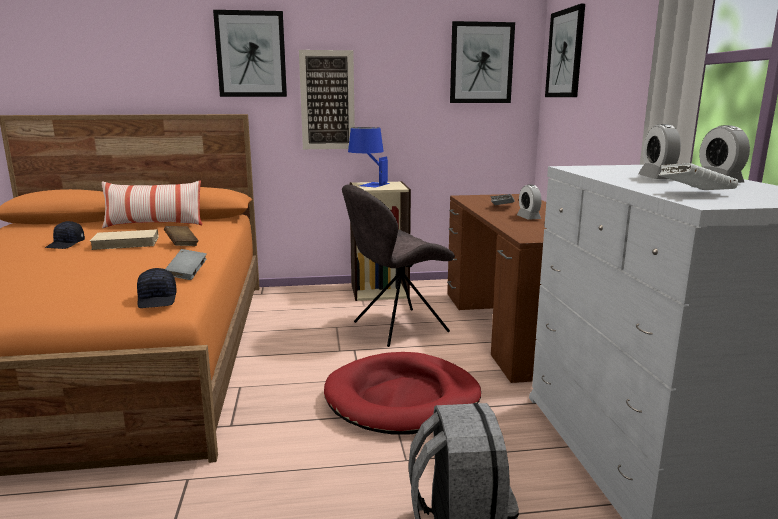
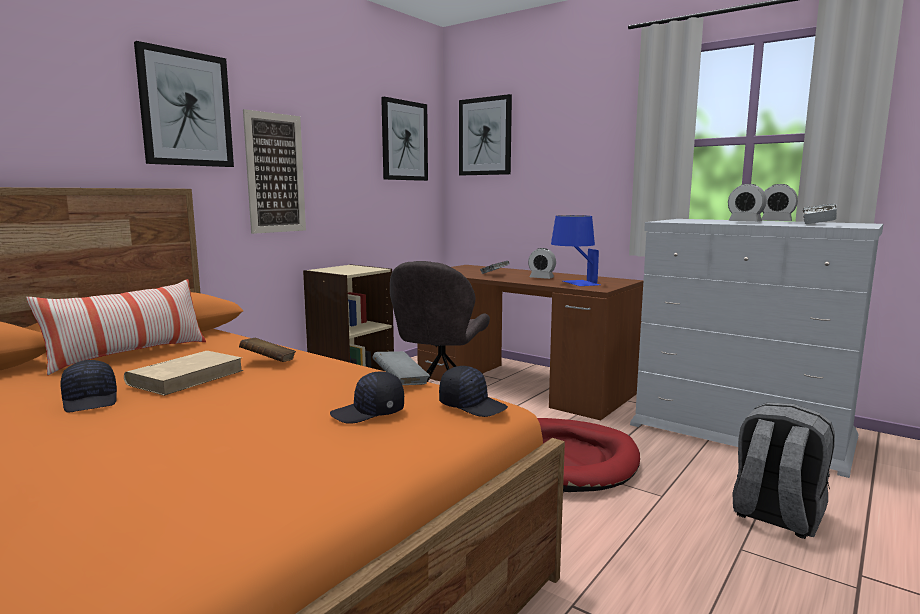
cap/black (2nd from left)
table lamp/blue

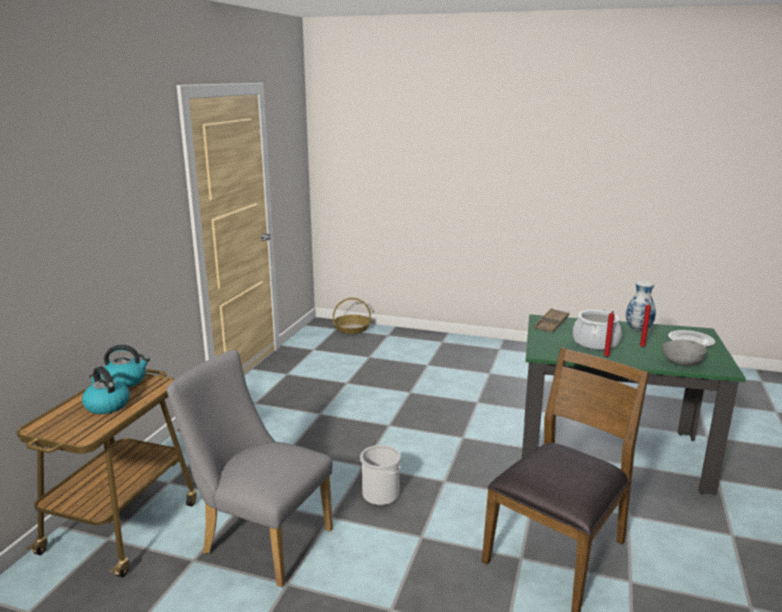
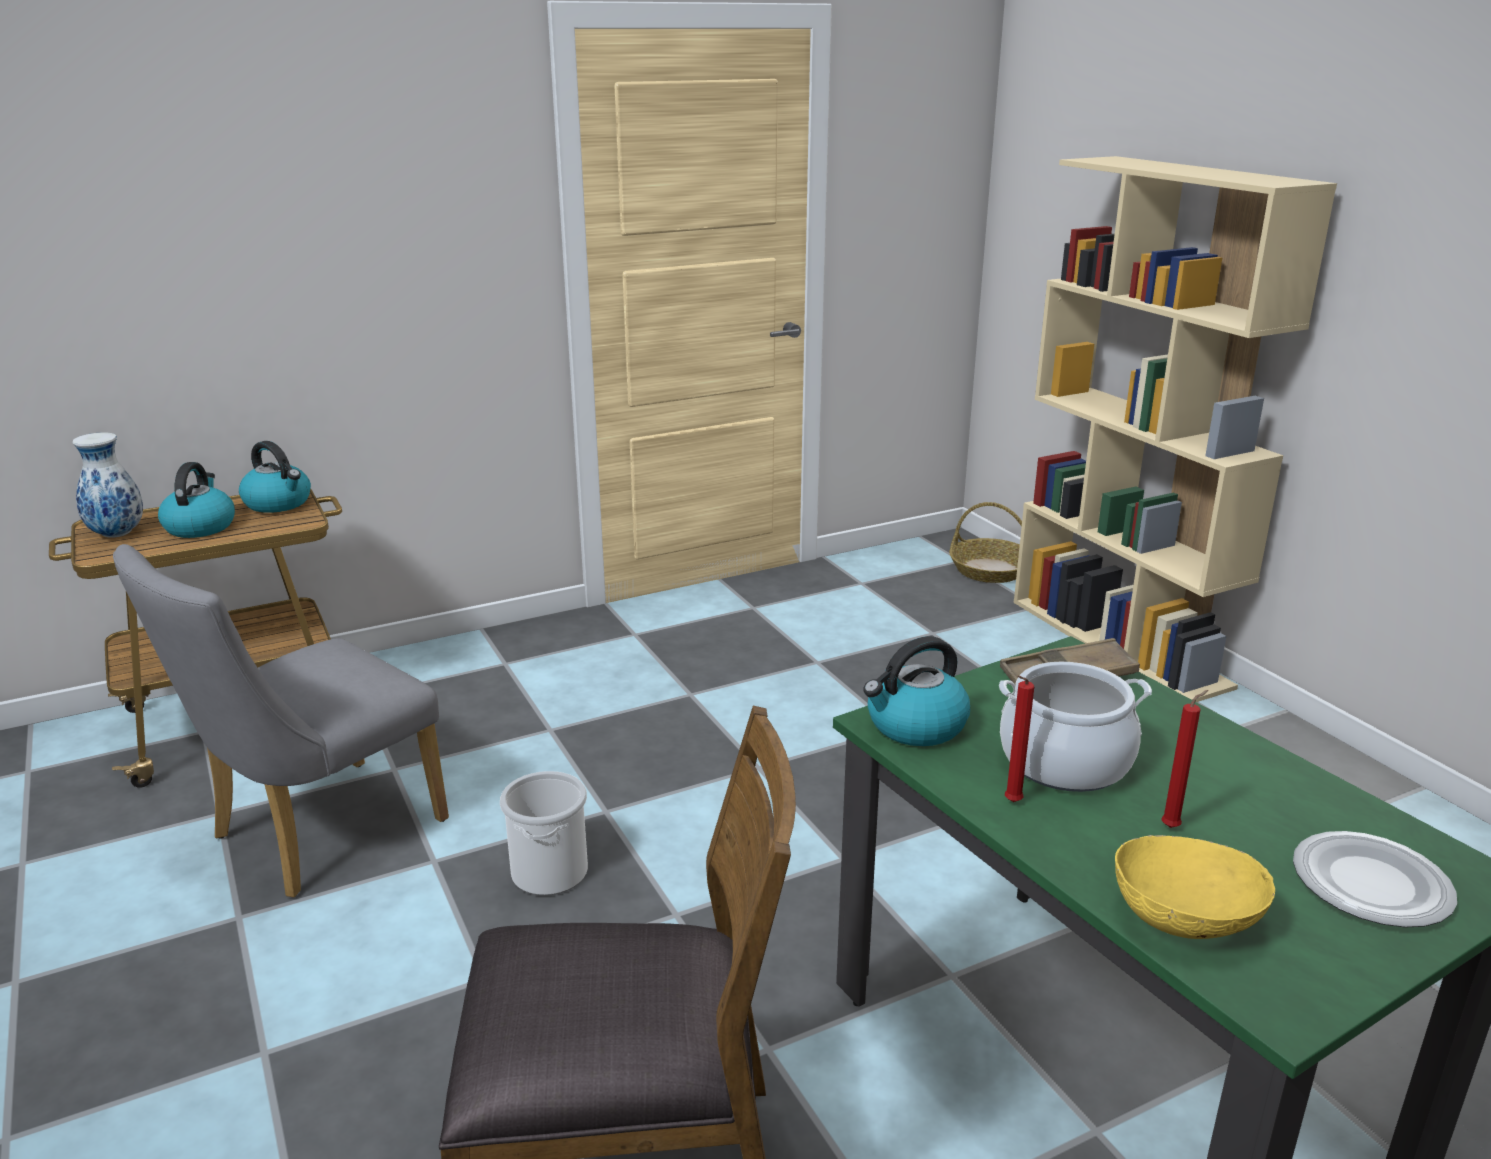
kettle (3rd from left)
bookcase/beige
vase
bowl/yellow
chair/grey

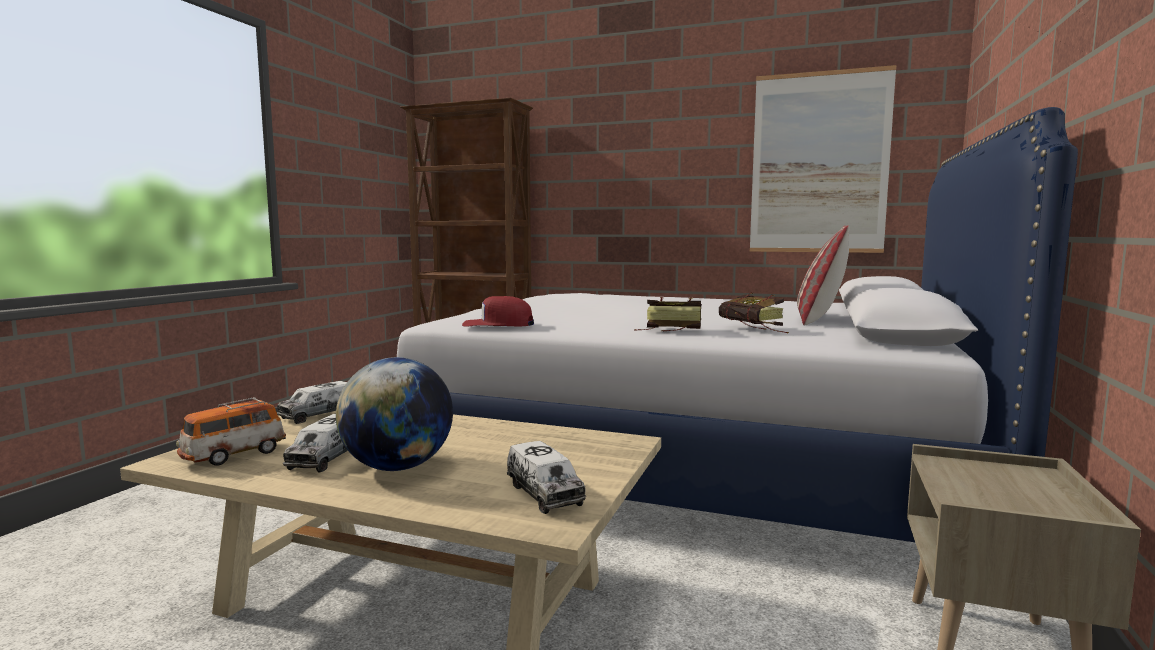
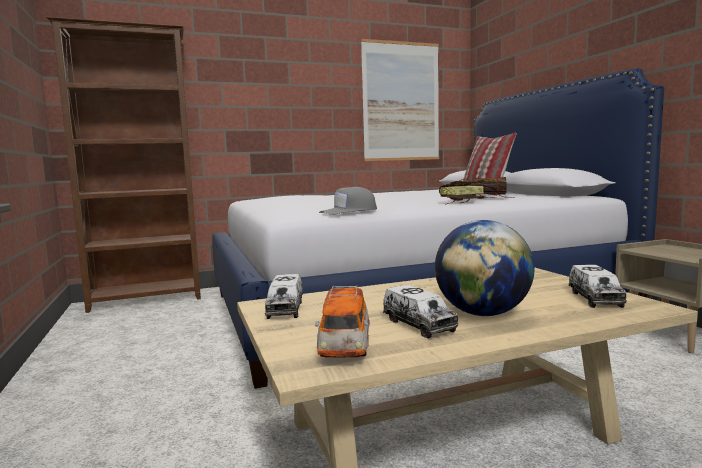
cap/grey
toy truck (3rd from left)

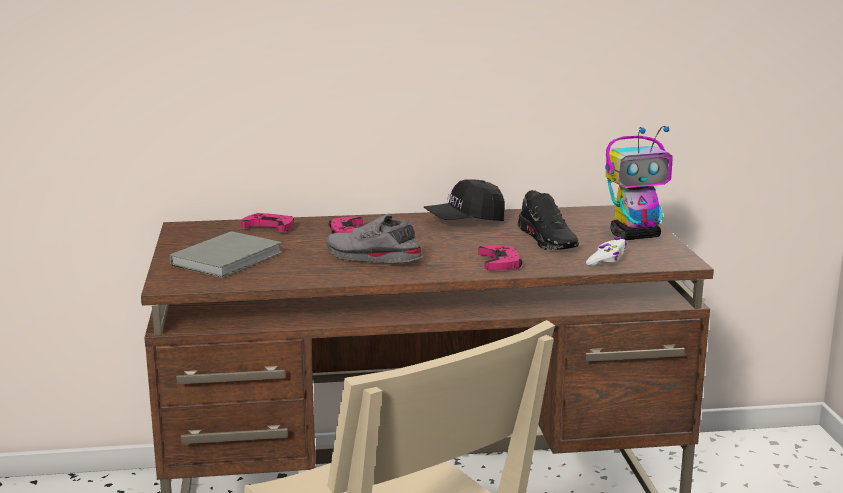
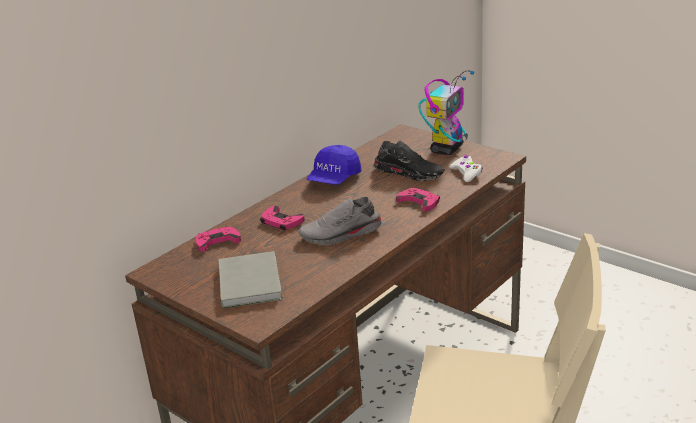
cap/blue

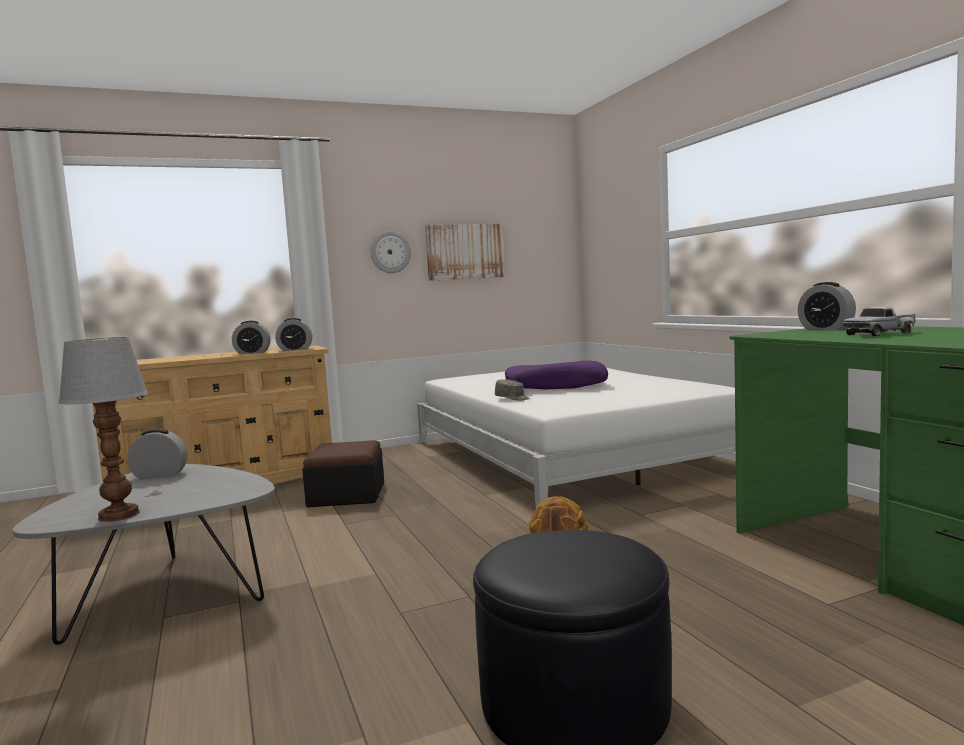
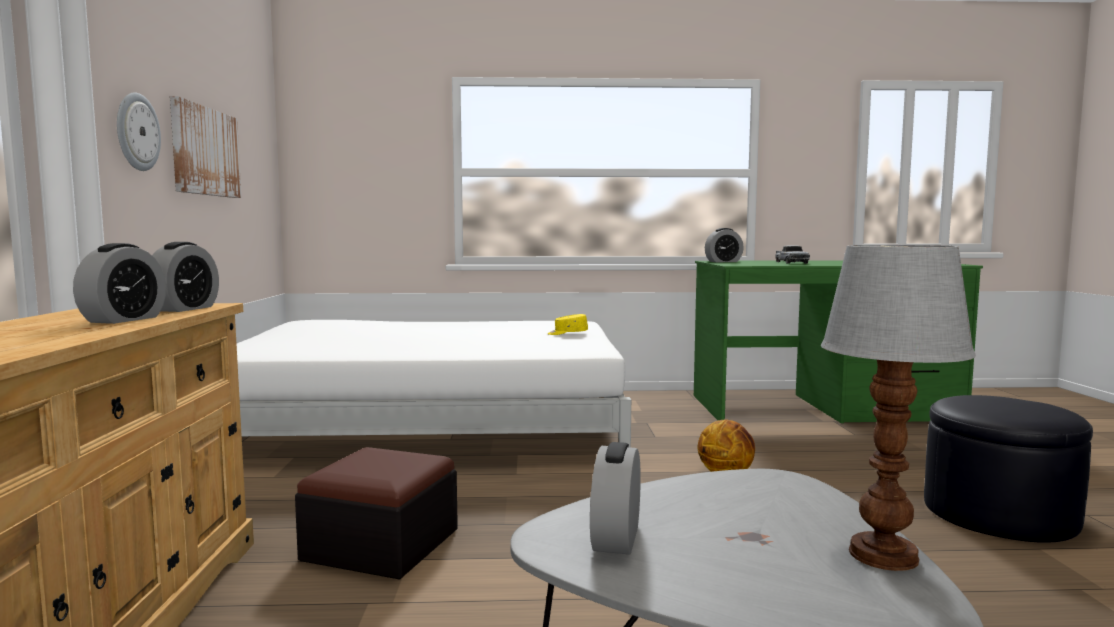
cap/grey
pillow/purple
cap/yellow

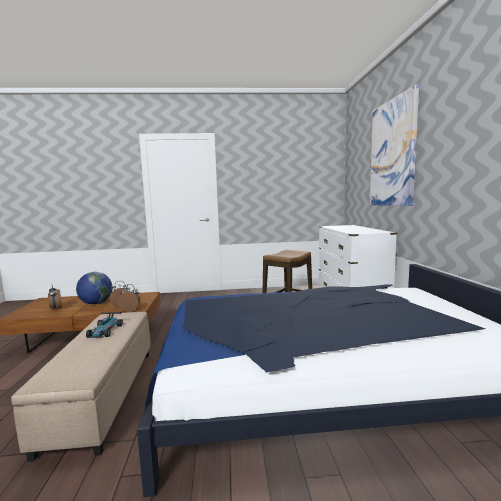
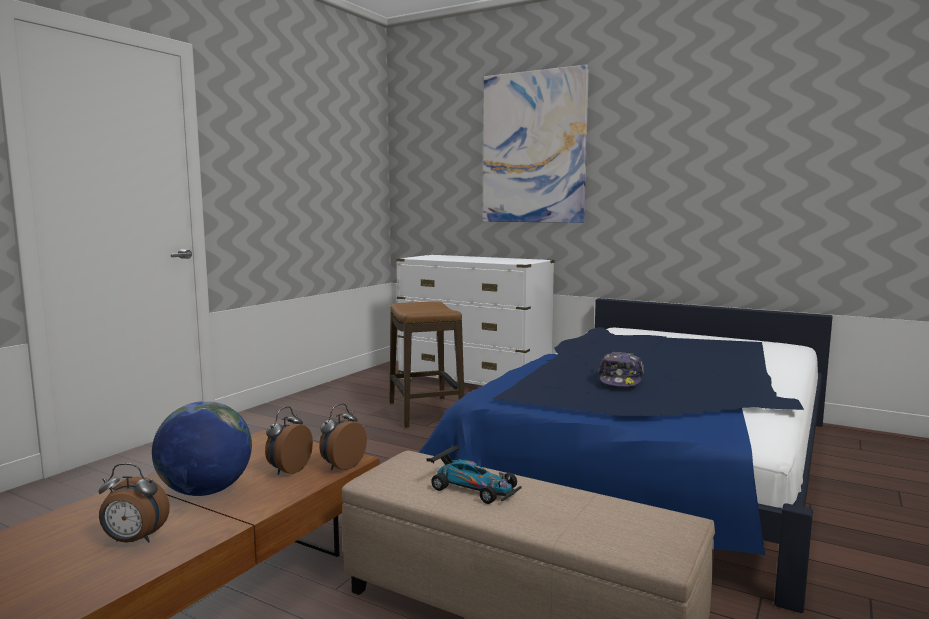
cap

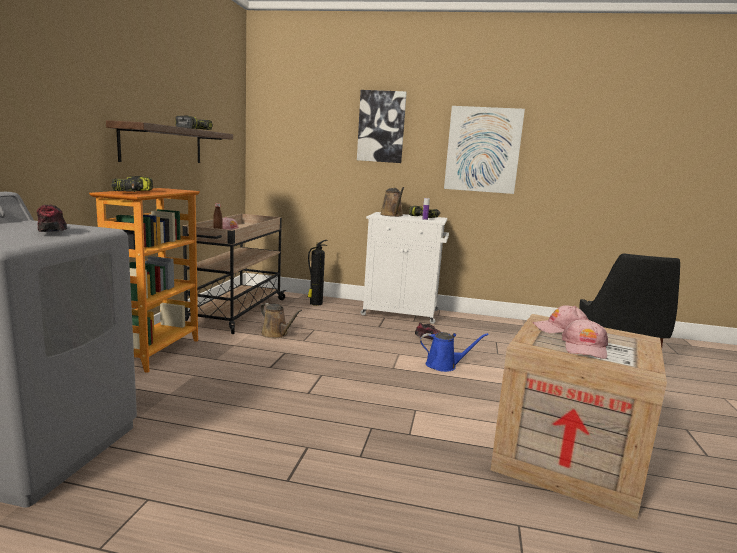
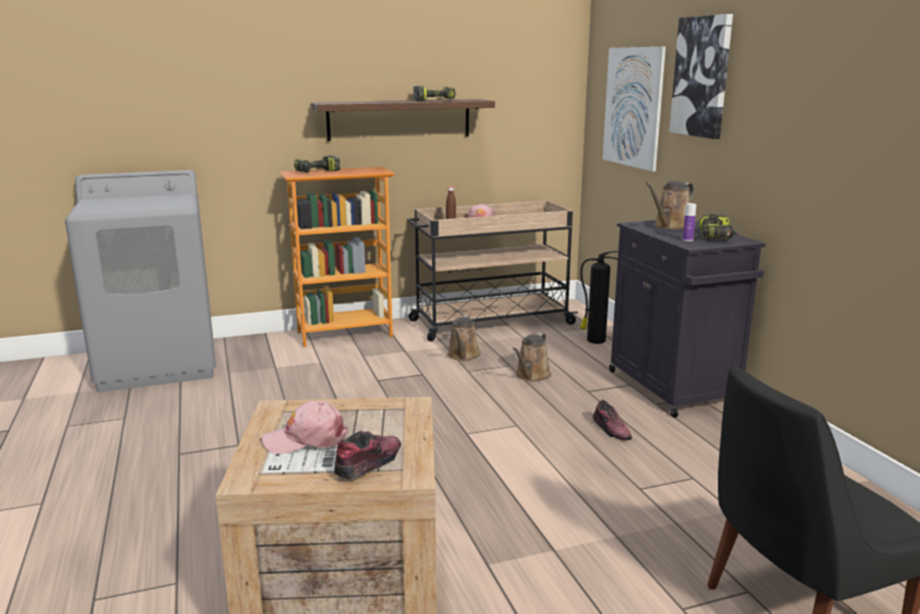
watering can/blue
cap/pink (2nd from left in the first image)
watering can/brown (2nd from left)
shoe (1st from left)
picture (1st from left)
cabinet/black

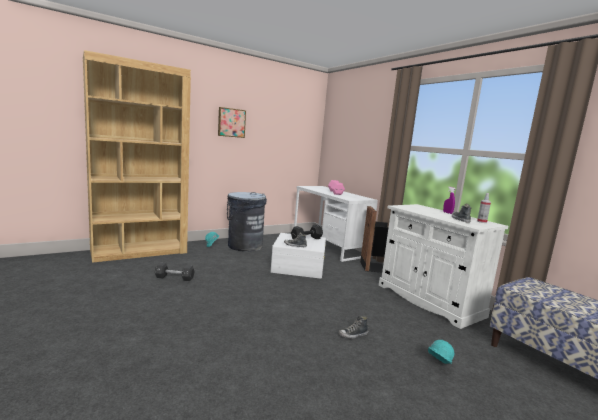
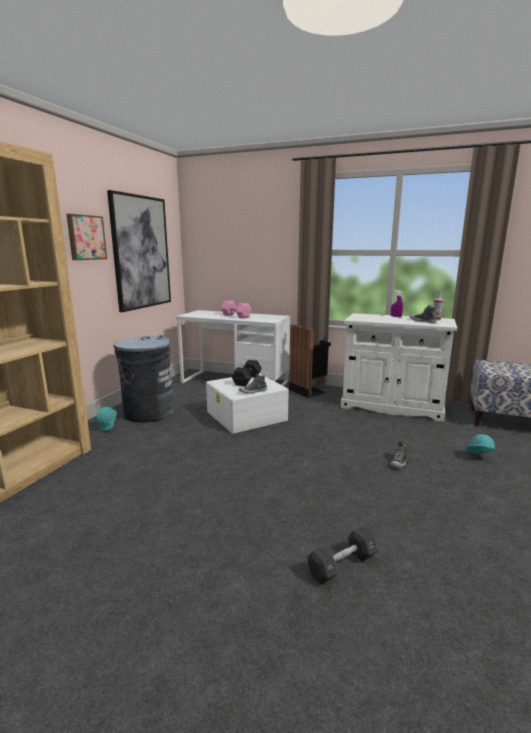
picture (2nd from left)
dumbbell/black (2nd from left)

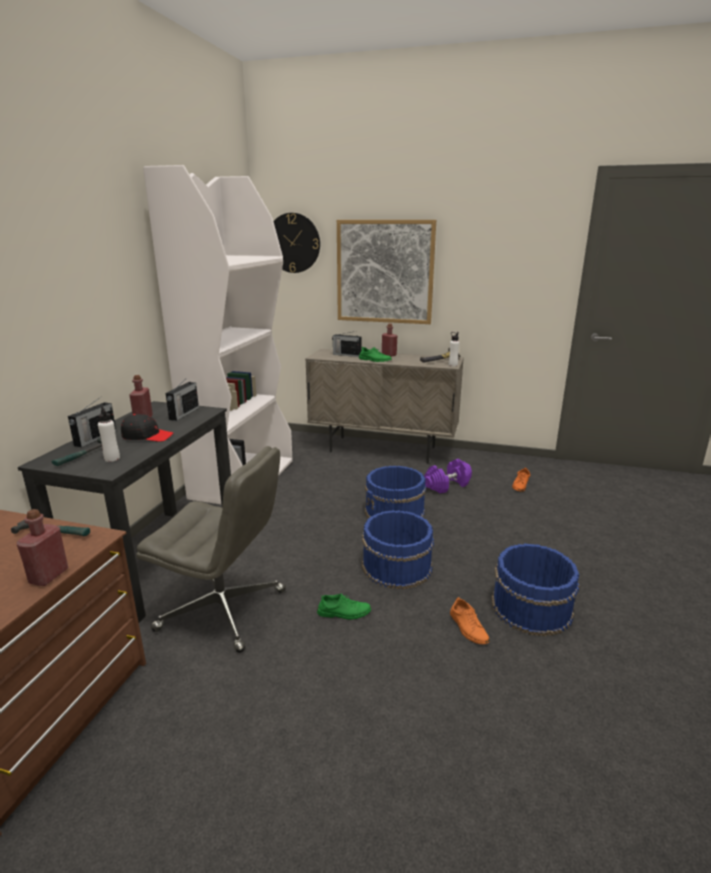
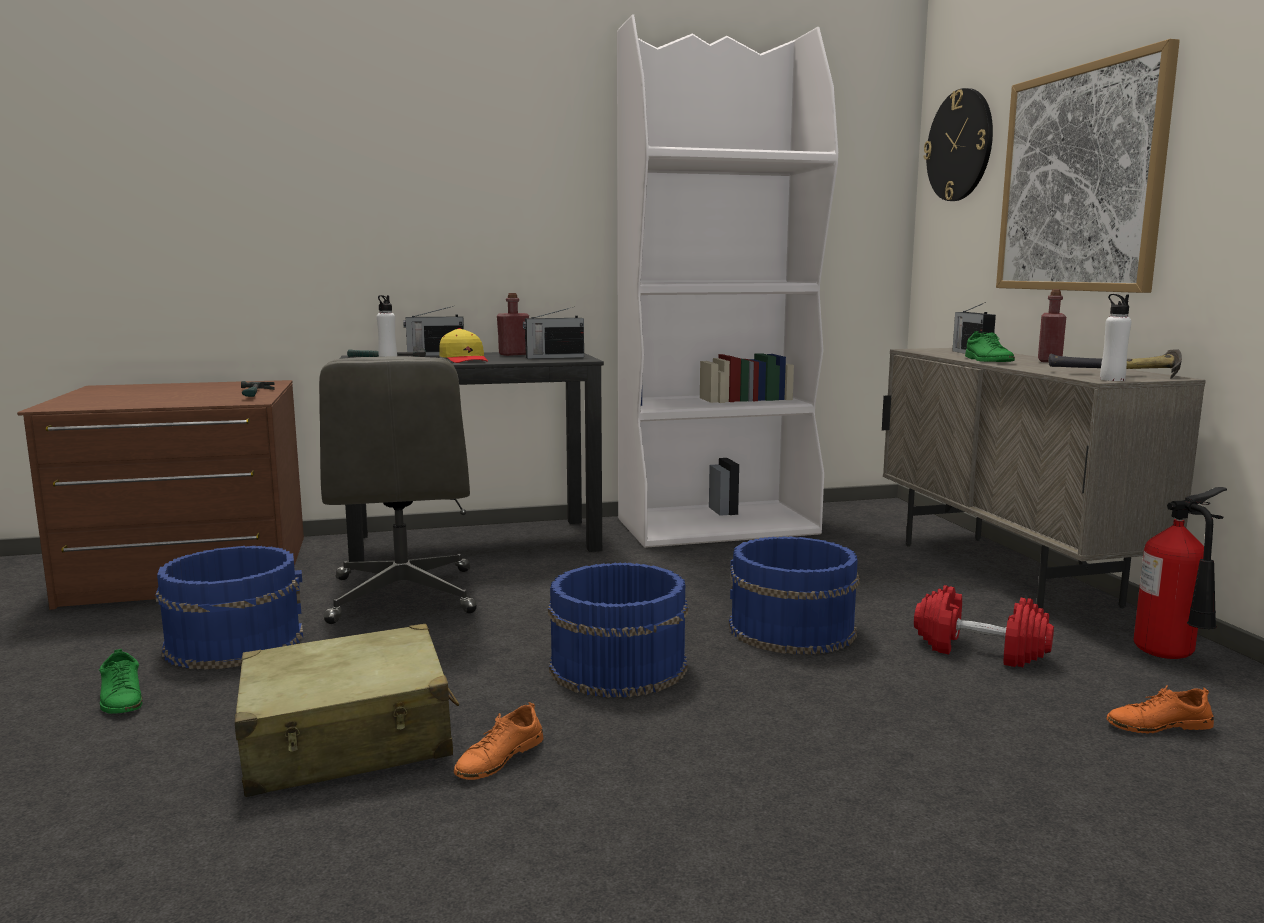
bottle/red (1st from left in the first image)
suitcase/beige
fire extinguisher
shoe/green (1st from left)
bucket/blue (1st from left)
cap/yellow
dumbbell/red

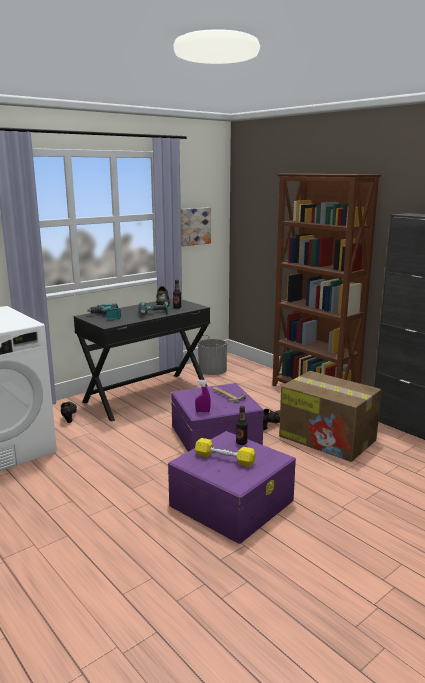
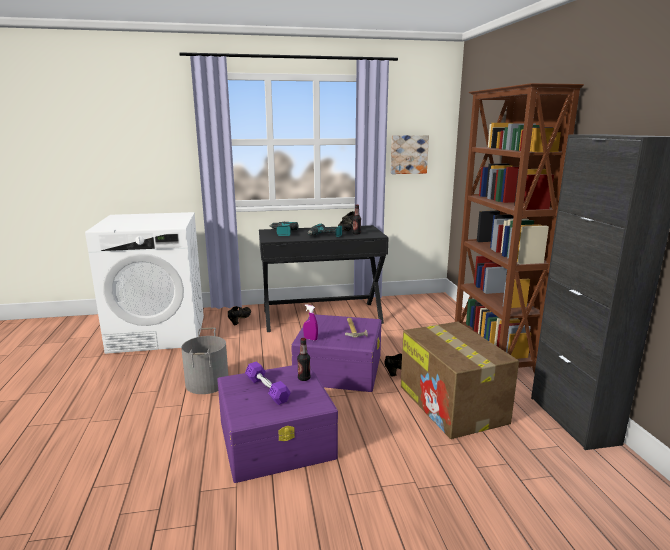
bucket/grey
dumbbell/purple

